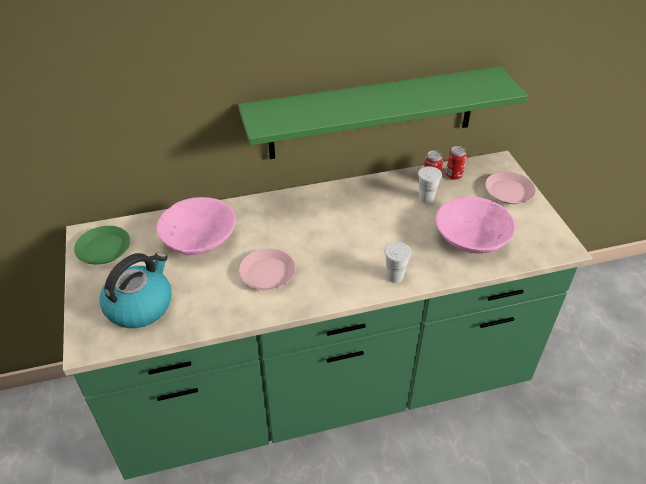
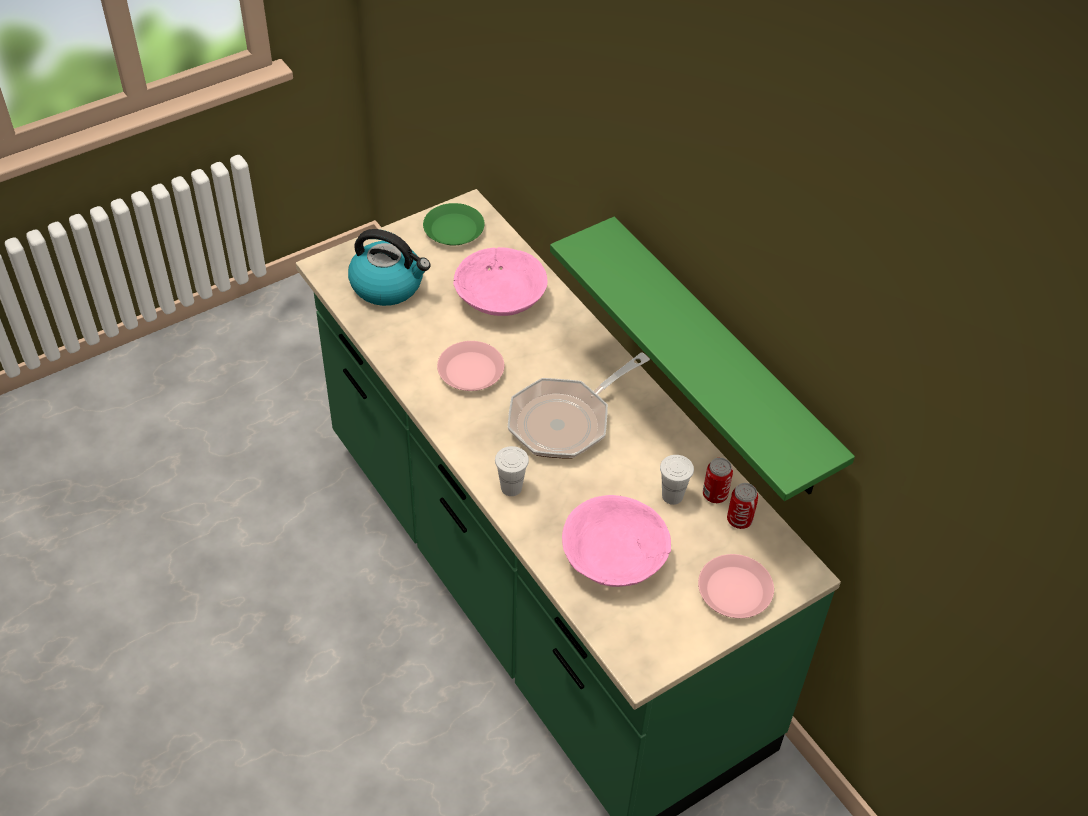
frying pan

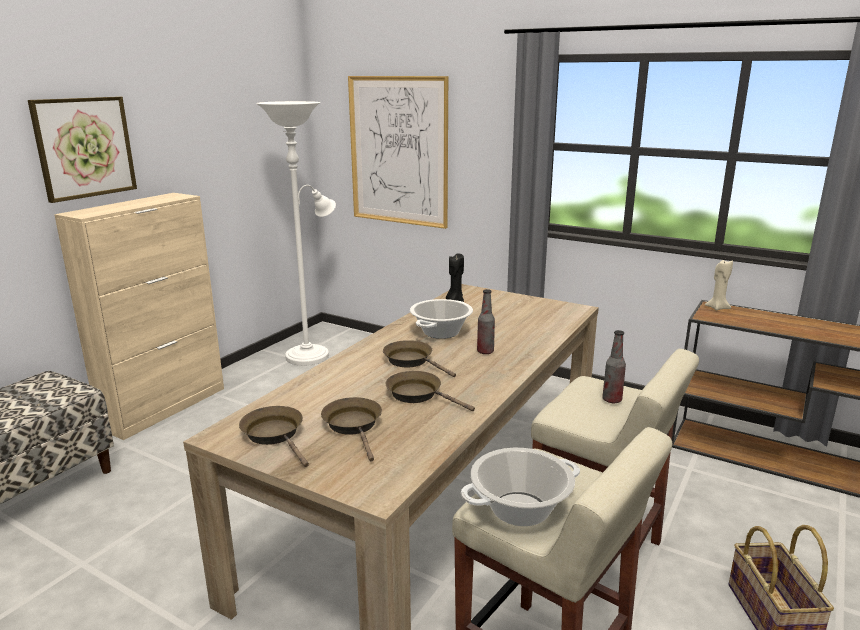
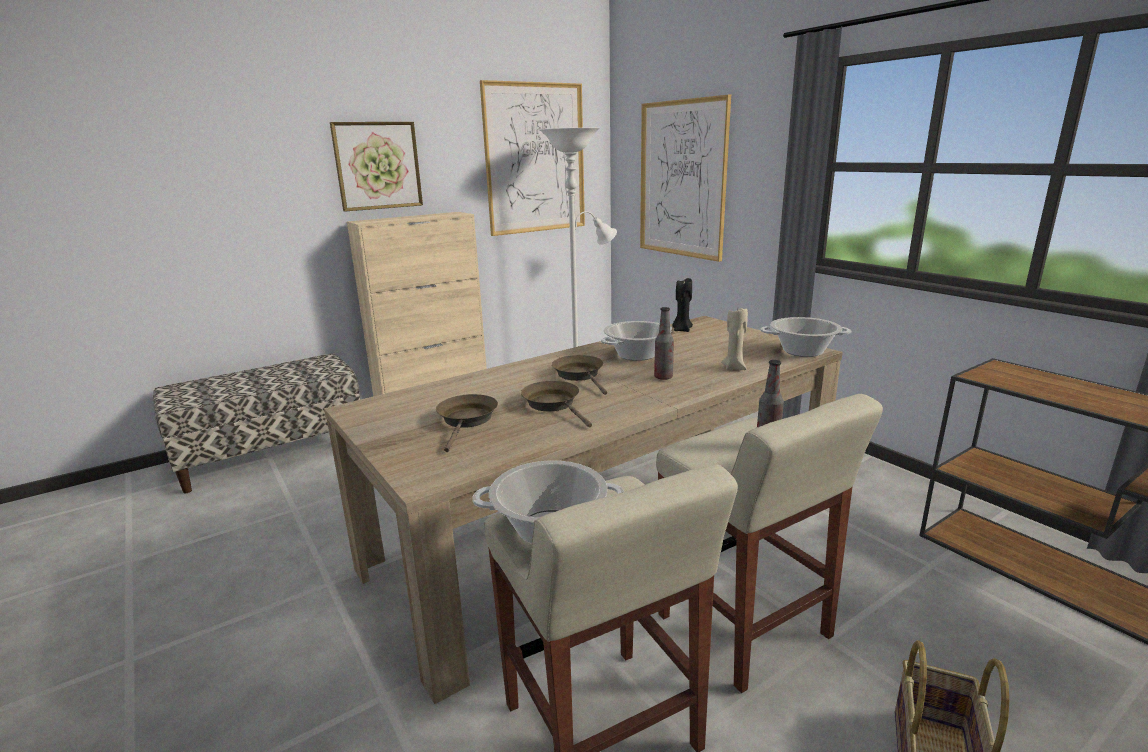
frying pan/brown (1st from left in the first image)
picture (2nd from left)
cooking pot (3rd from left)
candle/beige

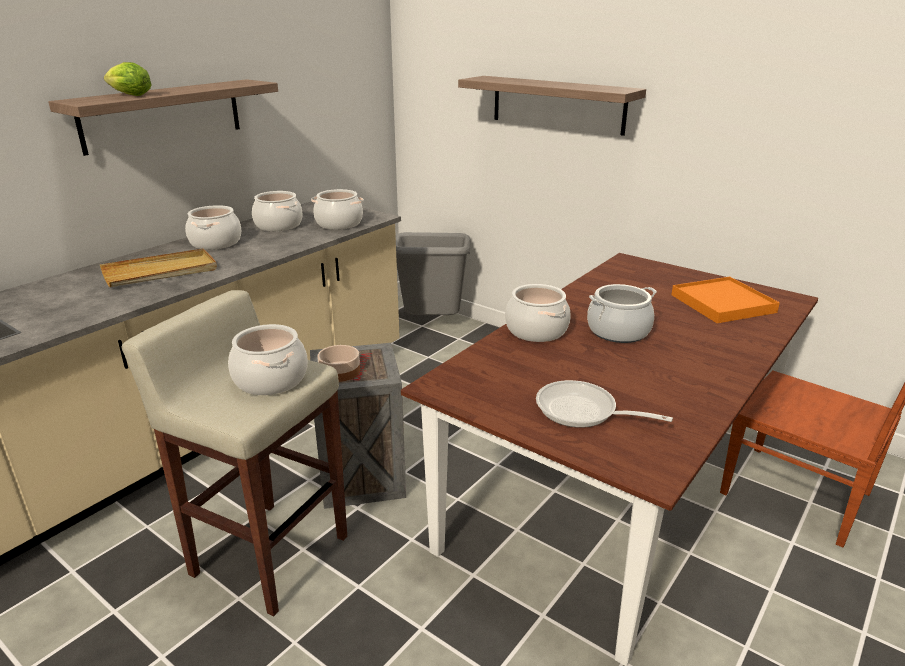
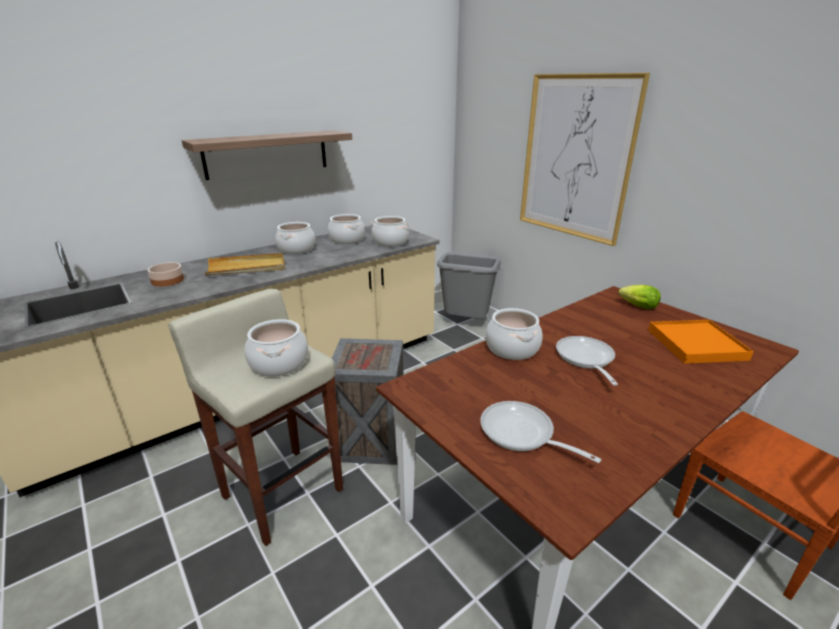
lettuce
bowl
picture
frying pan (2nd from left)

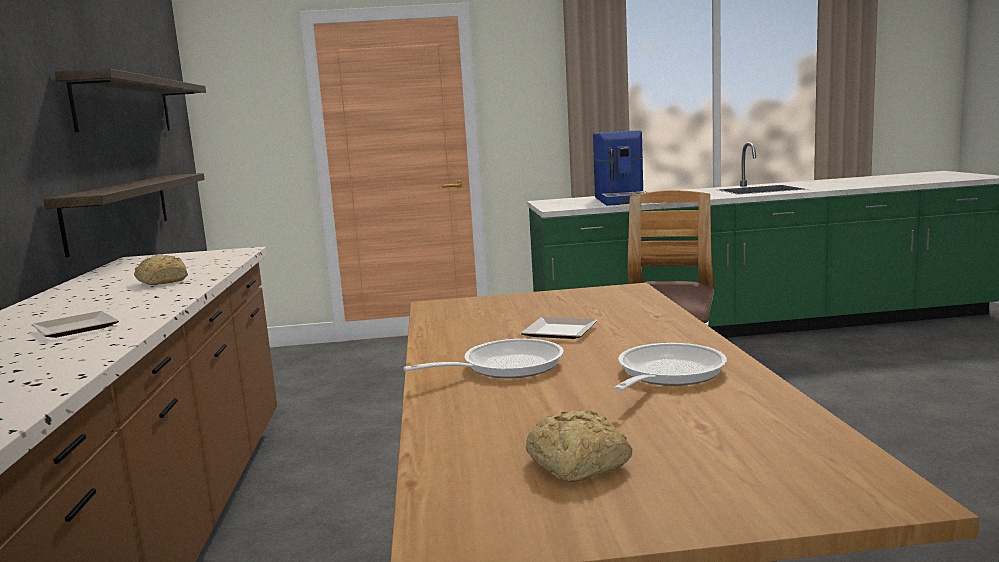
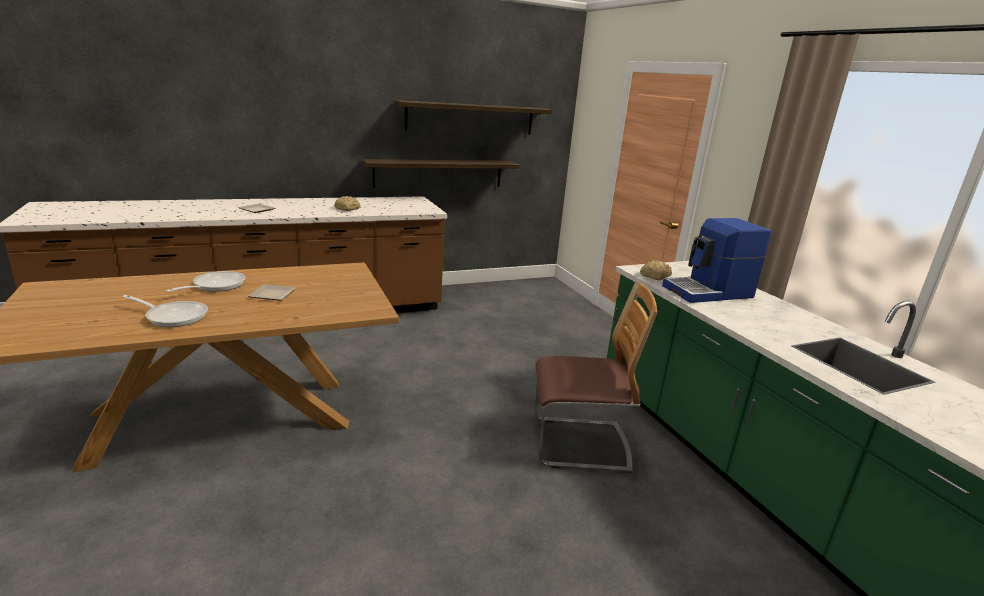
bread (2nd from left)
frying pan (2nd from left)

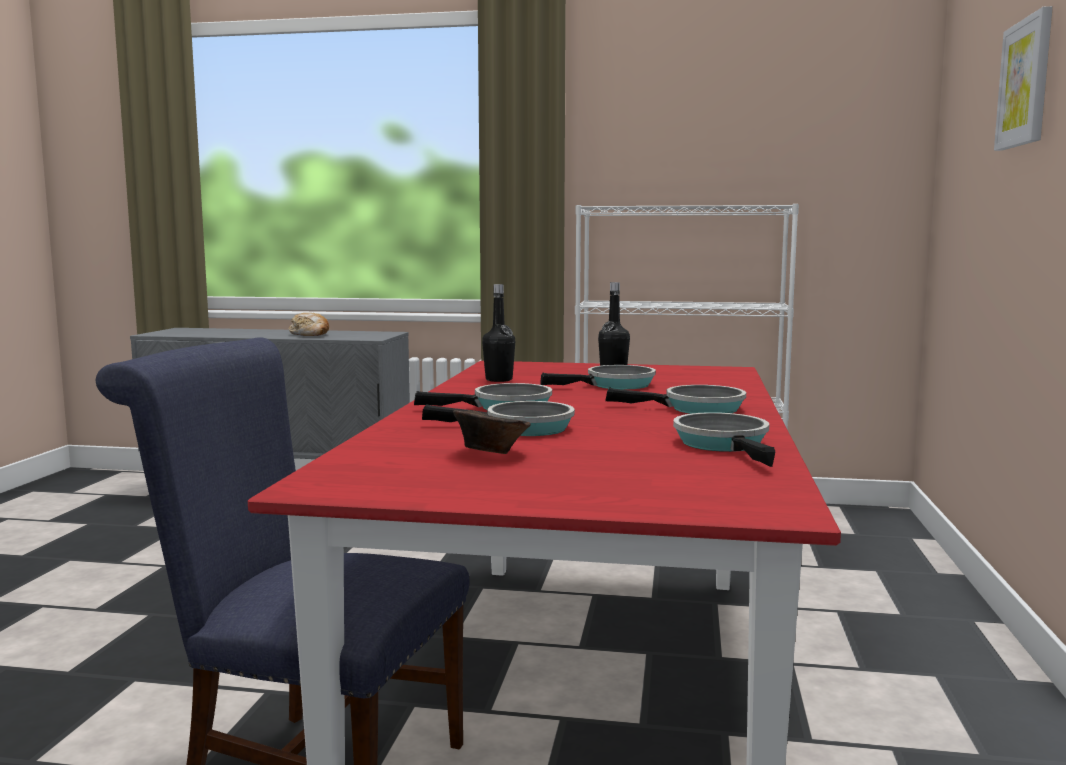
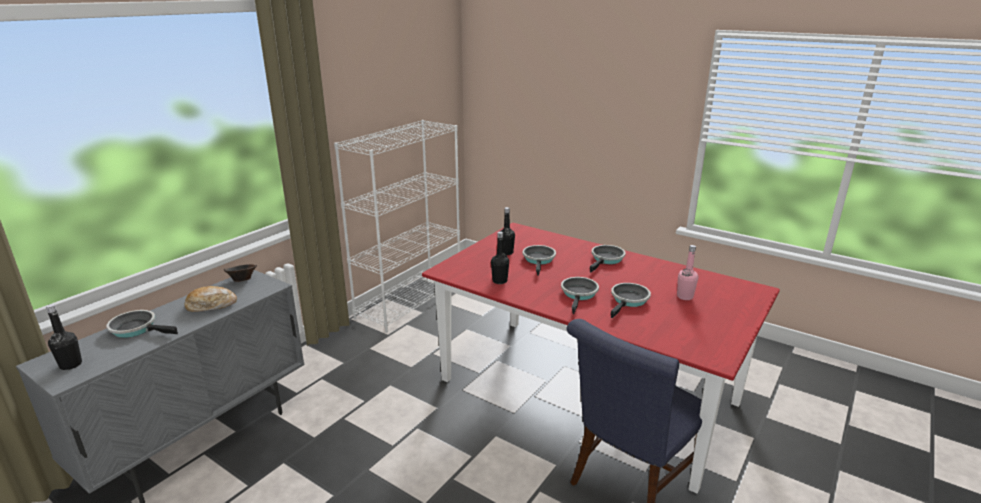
picture
bottle/black (1st from left)
bottle/pink
bowl/brown
frying pan (1st from left)

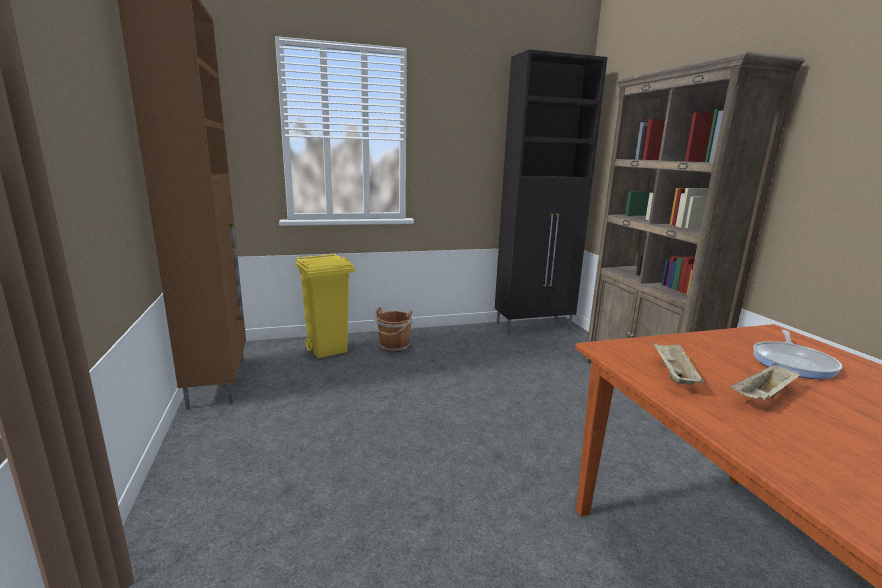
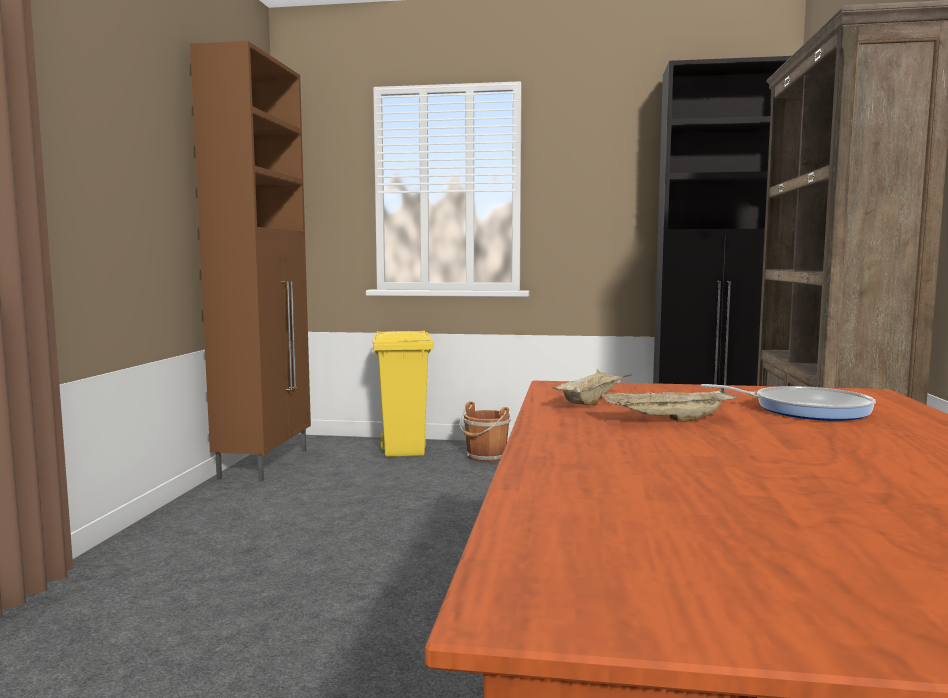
frying pan

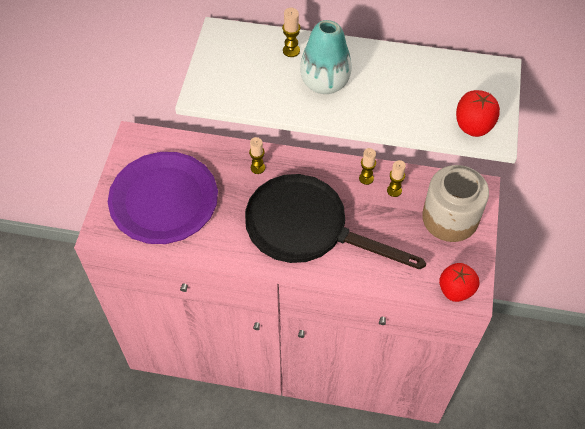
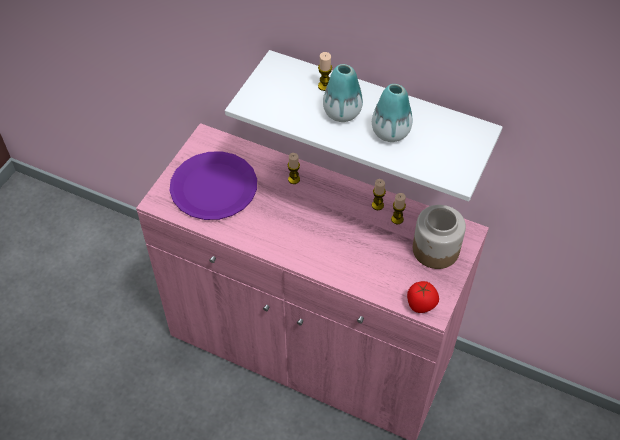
frying pan/black
tomato (2nd from left in the first image)
vase (2nd from left)

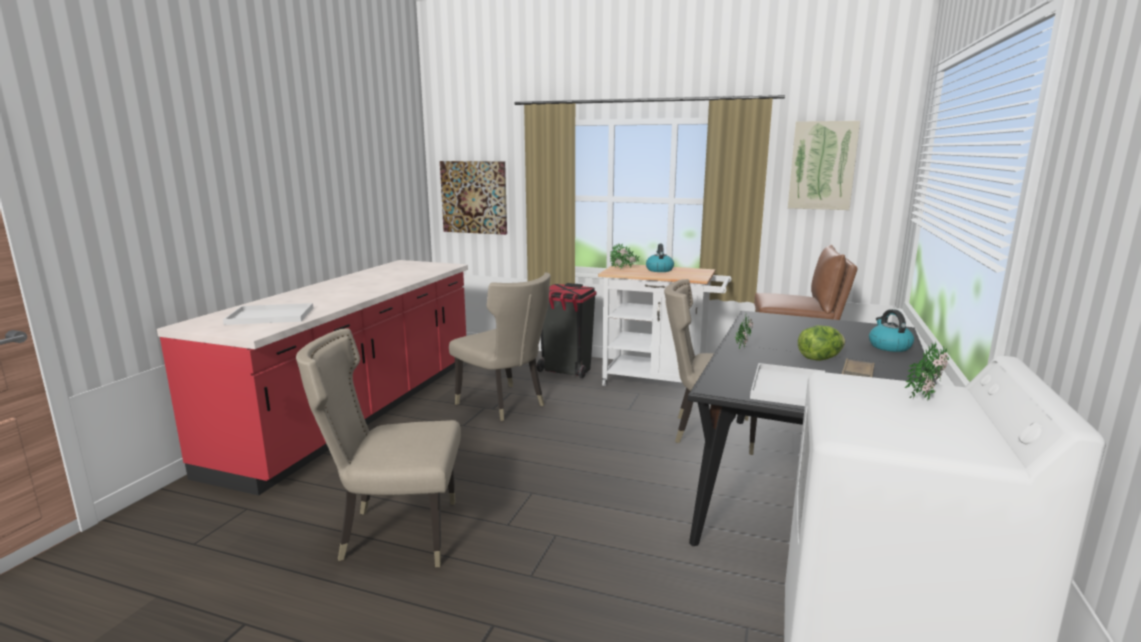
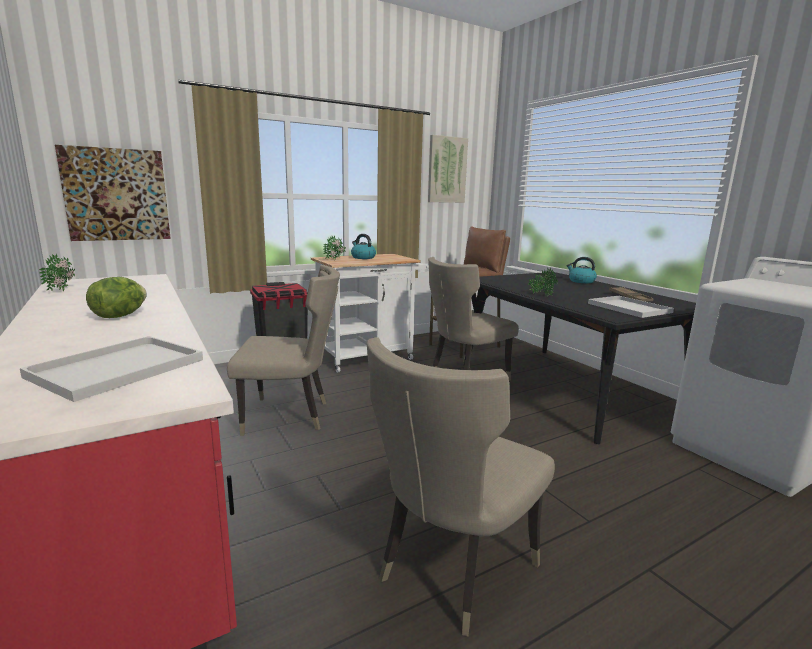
lettuce
potted plant (1st from left)

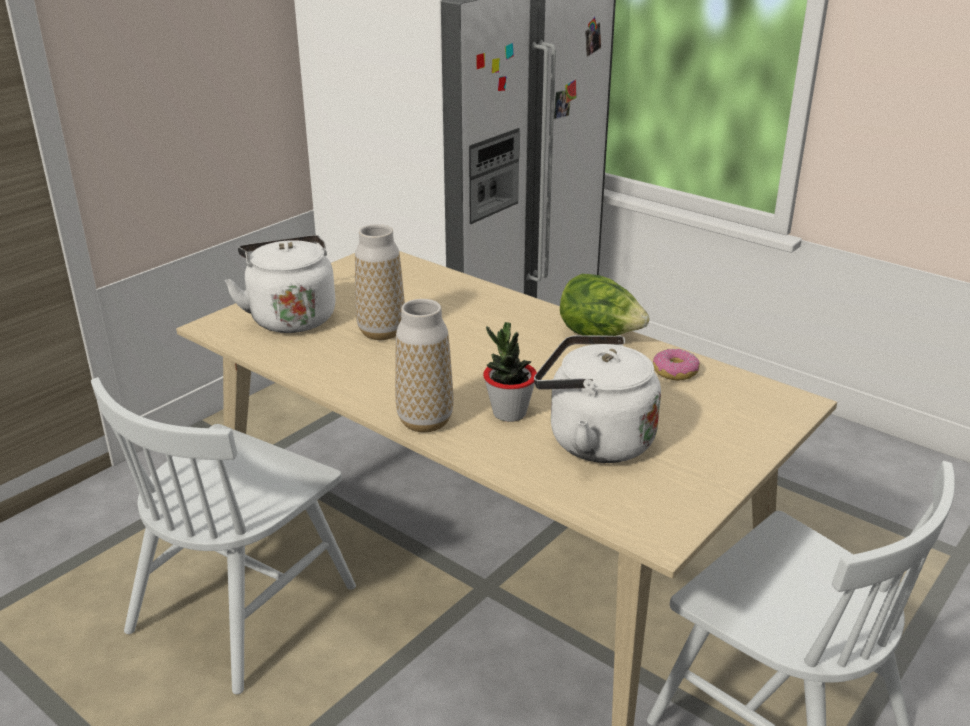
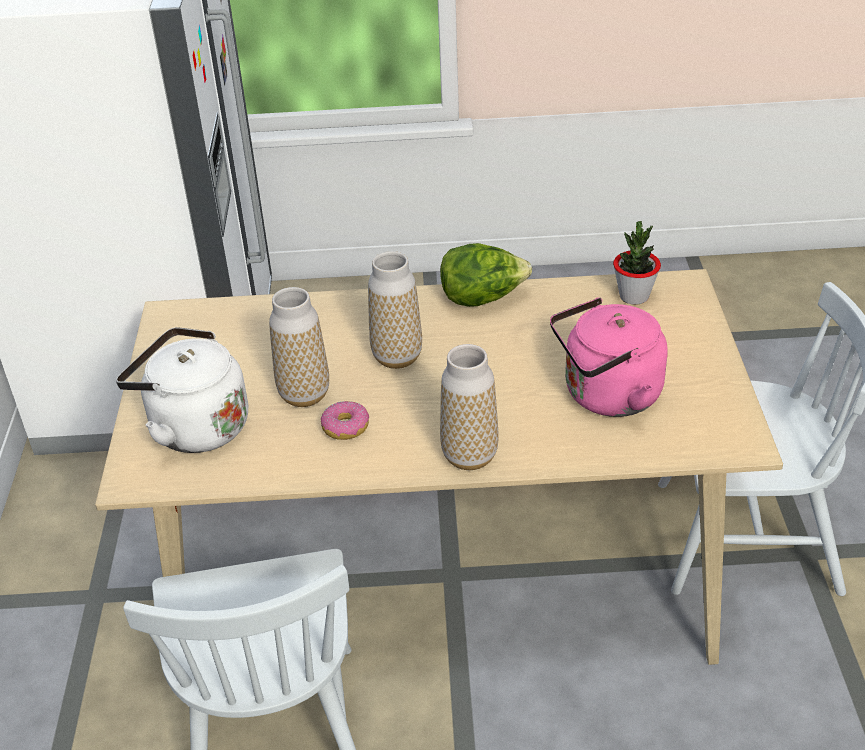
vase (2nd from left)
potted plant
donut
kettle/pink

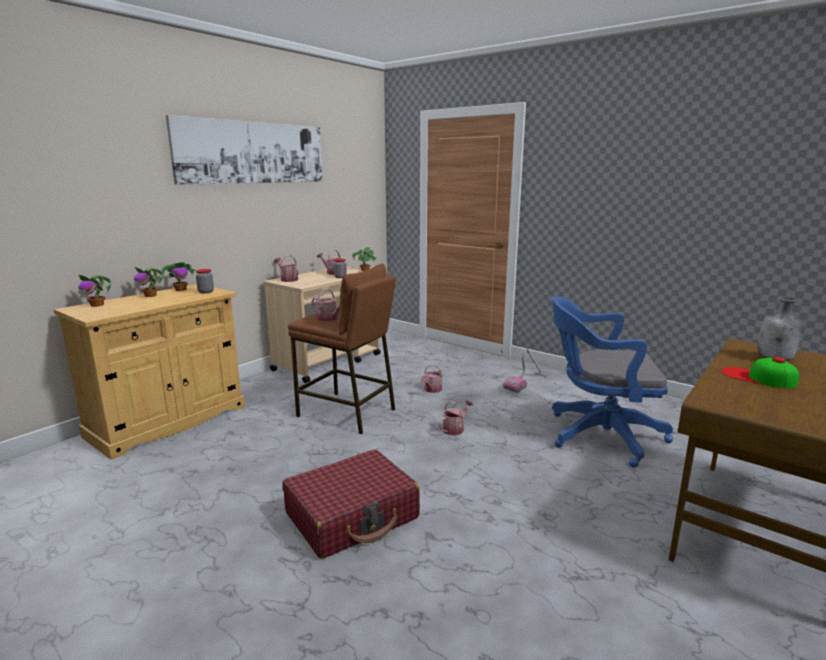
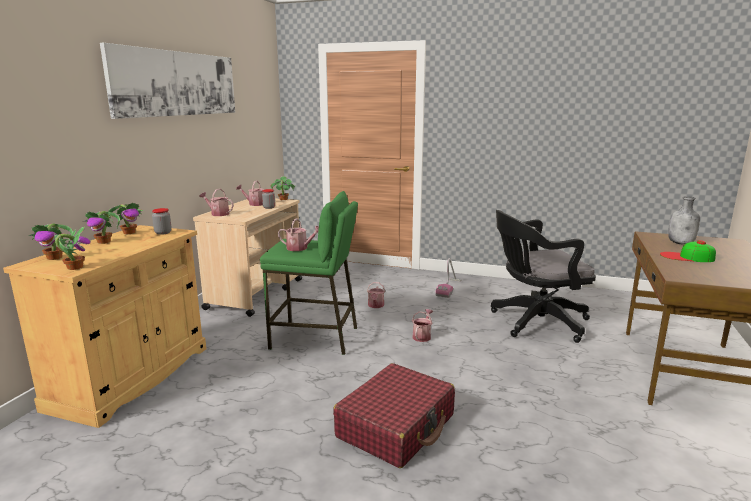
potted plant (2nd from left)
stool/green
office chair/black

